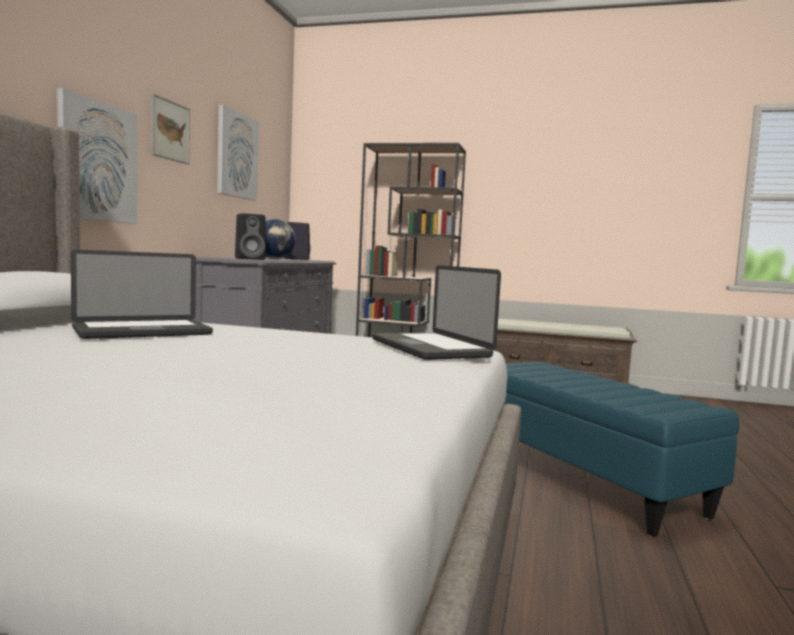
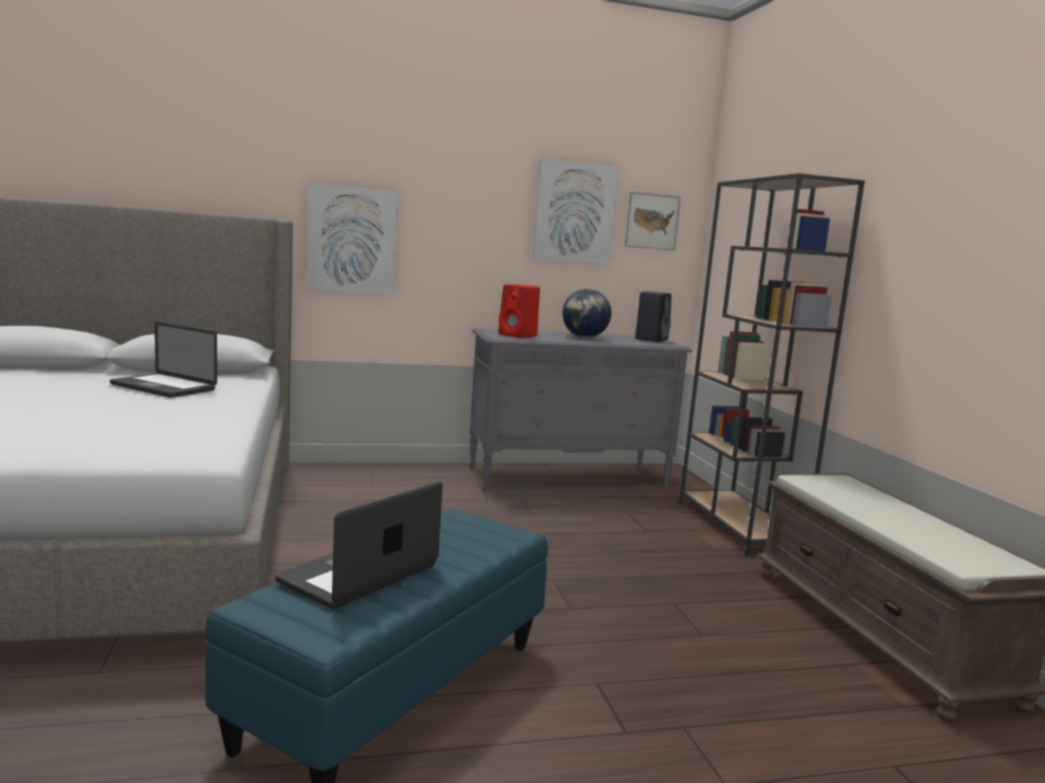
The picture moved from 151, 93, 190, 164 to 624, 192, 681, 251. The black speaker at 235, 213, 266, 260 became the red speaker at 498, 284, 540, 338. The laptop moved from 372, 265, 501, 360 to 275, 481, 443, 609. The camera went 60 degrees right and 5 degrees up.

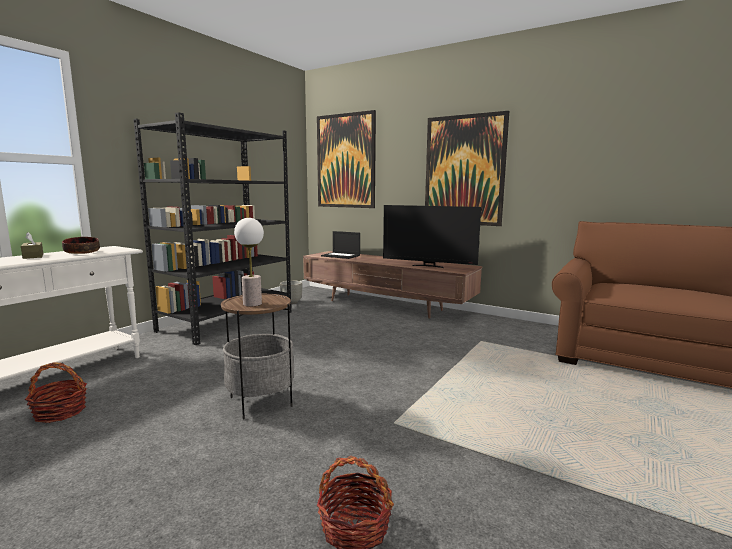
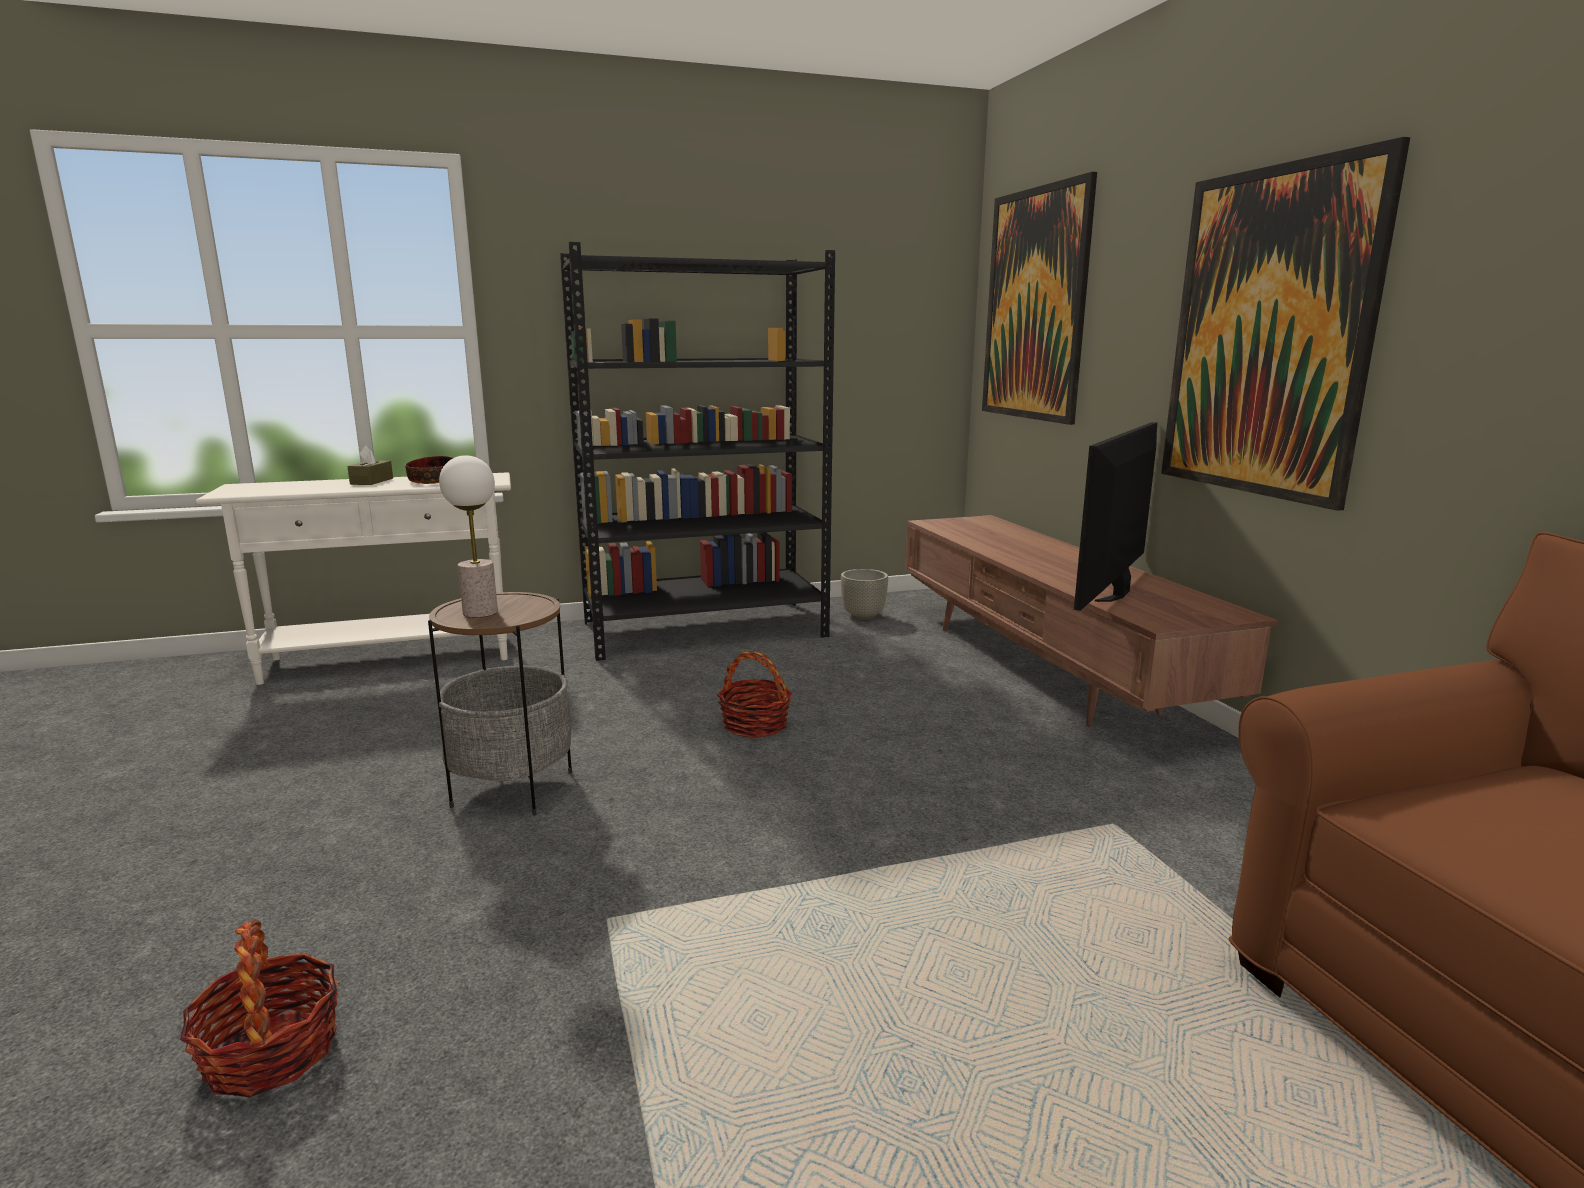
The television at 383, 205, 481, 268 turned 60 degrees clockwise. The laptop at 321, 231, 360, 259 disappeared. The basket moved from 25, 362, 87, 423 to 717, 651, 792, 738. The camera went 40 degrees right and 5 degrees up.

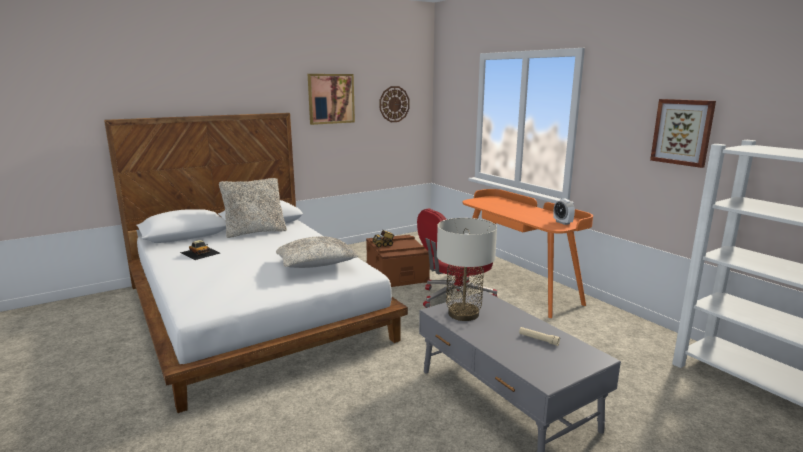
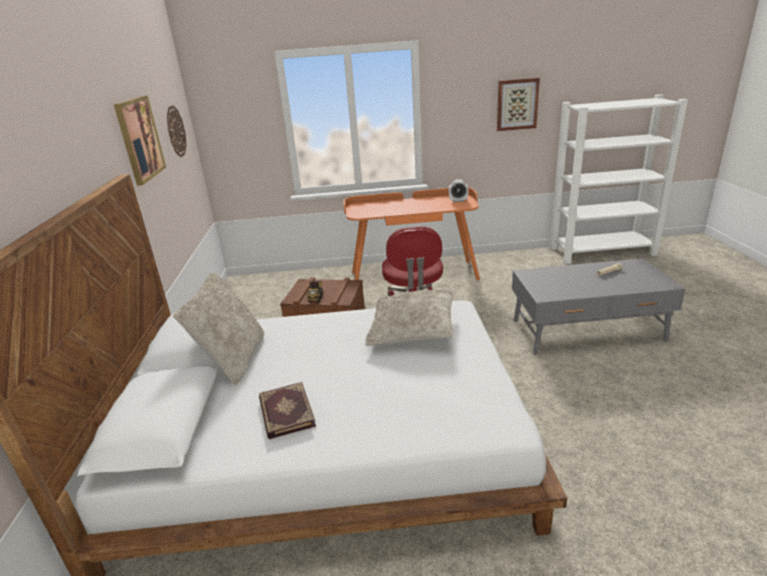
The table lamp at 437, 218, 497, 321 disappeared. The toy car at 180, 240, 220, 260 was replaced by the book at 259, 382, 316, 439. The camera went 60 degrees left and 10 degrees up.

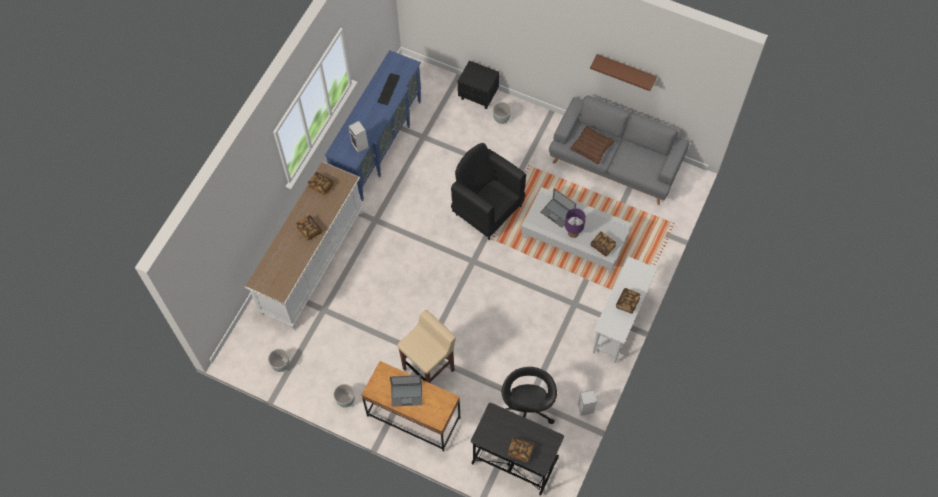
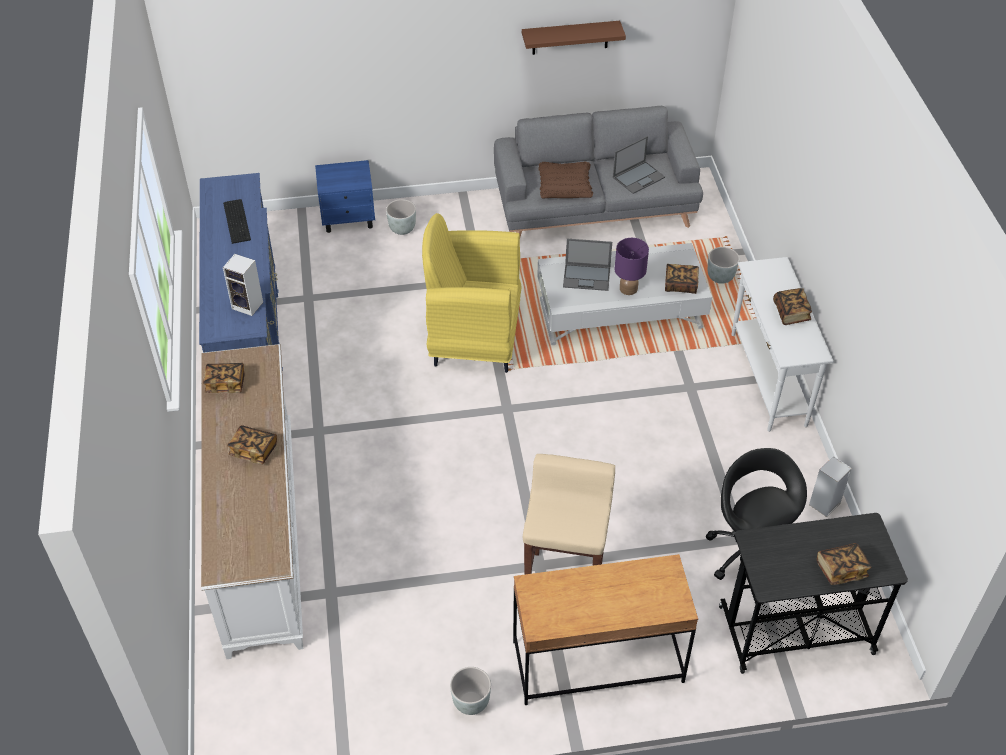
The black nightstand at 458, 60, 499, 109 became the blue nightstand at 315, 160, 375, 233. The black armchair at 451, 143, 526, 240 became the yellow armchair at 422, 213, 522, 373. The grey planter moved from 268, 349, 290, 372 to 708, 247, 740, 284. The laptop moved from 390, 375, 423, 407 to 613, 136, 665, 194. The camera went 35 degrees left and 15 degrees down.

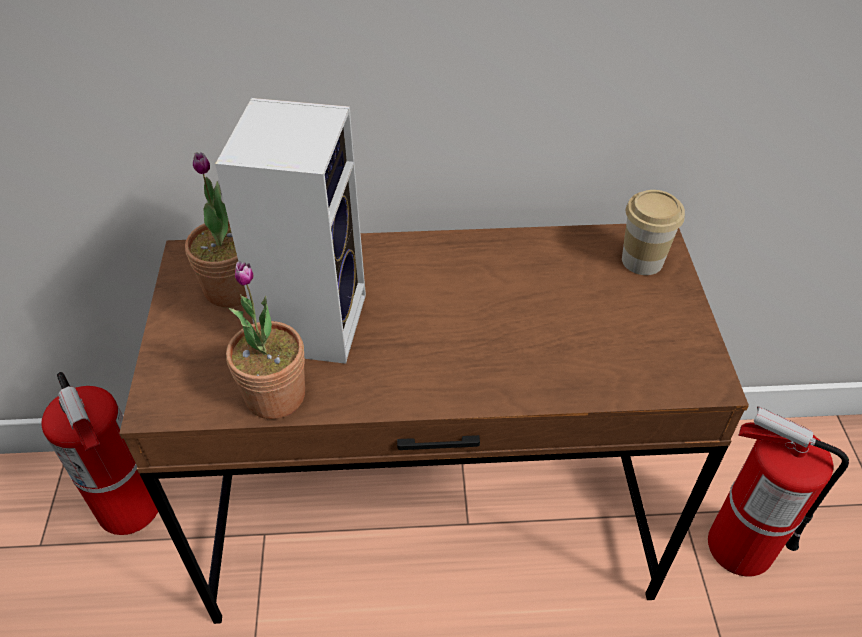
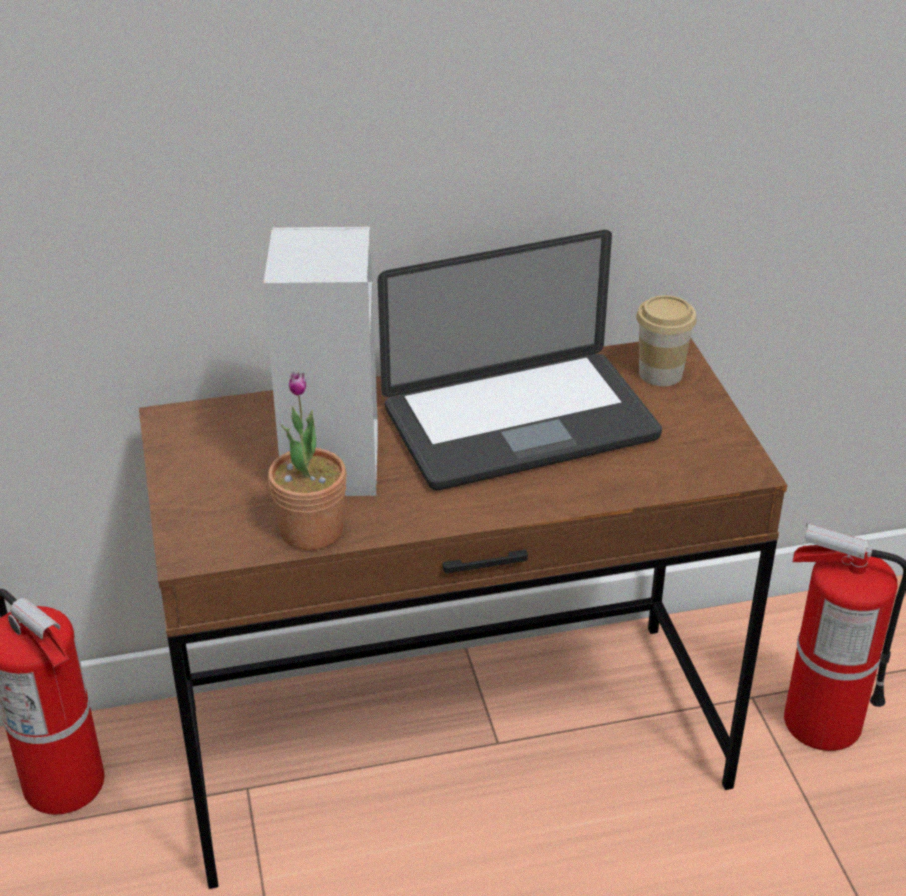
The potted plant at 185, 152, 247, 307 disappeared. The laptop at 378, 230, 662, 490 appeared. The camera went 10 degrees left and 10 degrees down.

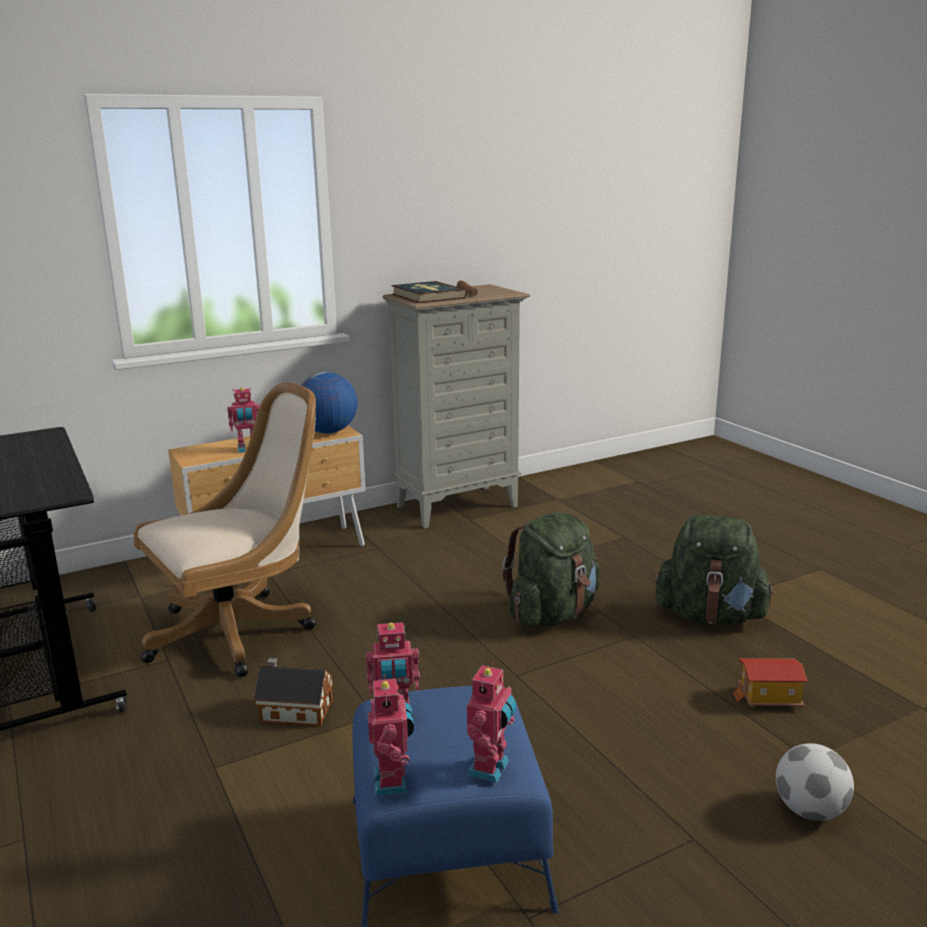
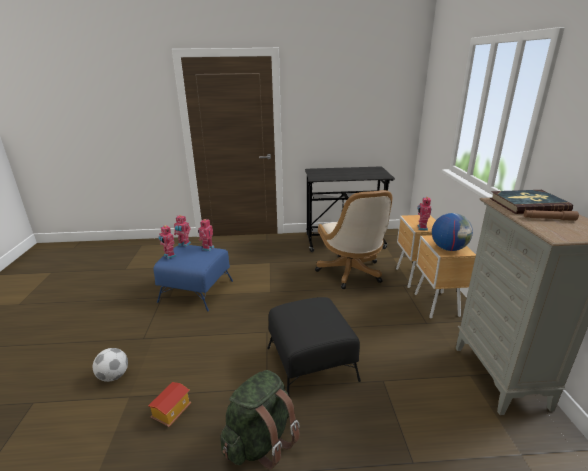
The green backpack at 502, 512, 599, 627 was replaced by the black ottoman at 267, 297, 361, 397. The toy house at 253, 658, 333, 726 disappeared. The camera went 115 degrees right and 5 degrees up.

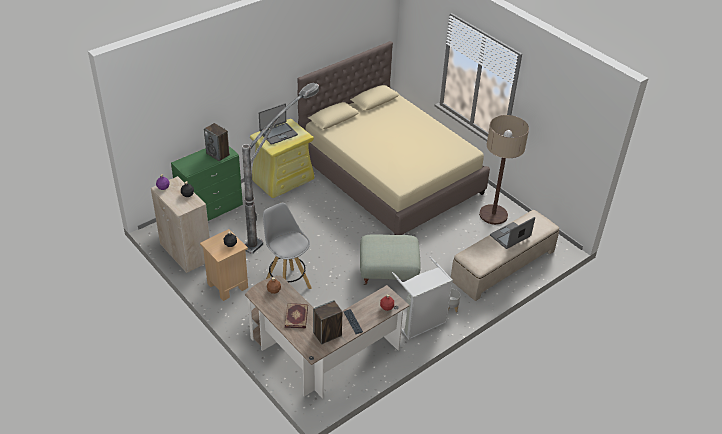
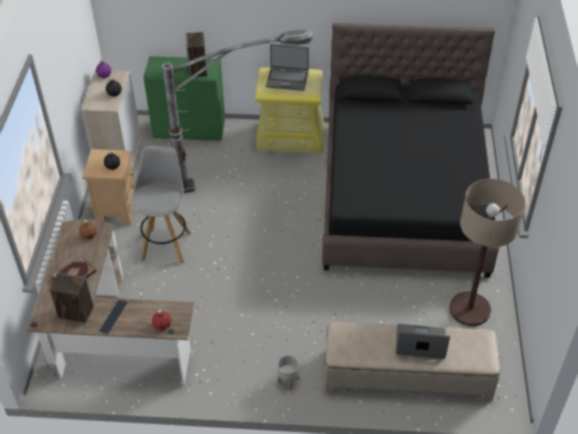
The beige bed at 297, 41, 490, 235 became the black bed at 322, 23, 500, 278. The grey ottoman at 360, 234, 421, 285 disappeared. The grey laundry basket at 392, 256, 453, 340 disappeared. The camera went 45 degrees right and 5 degrees up.

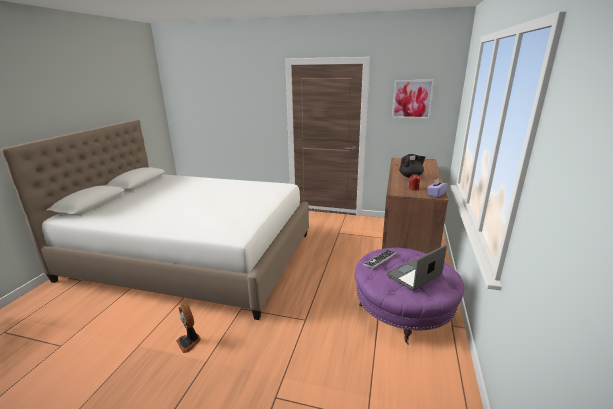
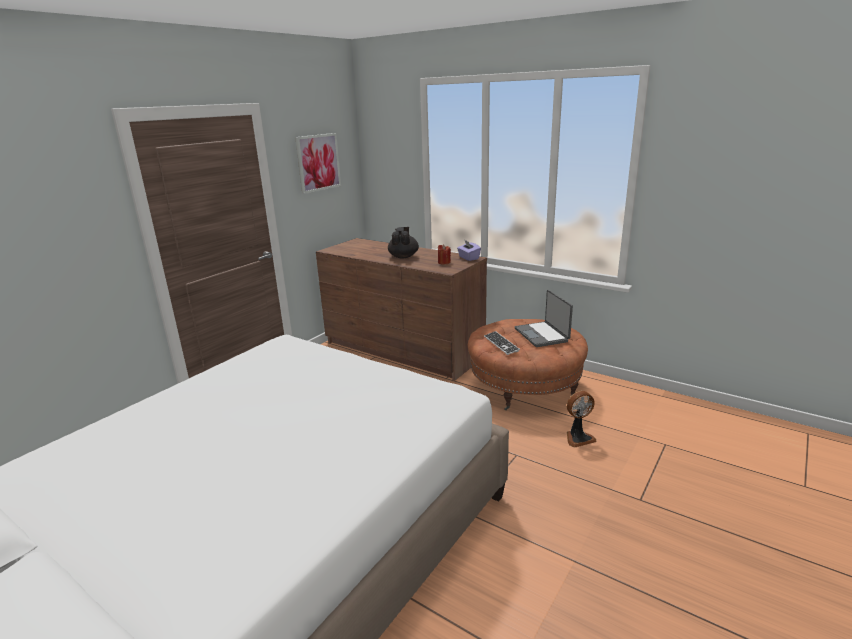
The purple ottoman at 355, 248, 464, 345 became the brown ottoman at 468, 319, 588, 410. The fan moved from 176, 305, 201, 353 to 567, 391, 596, 448. The camera went 70 degrees left and 0 degrees up.

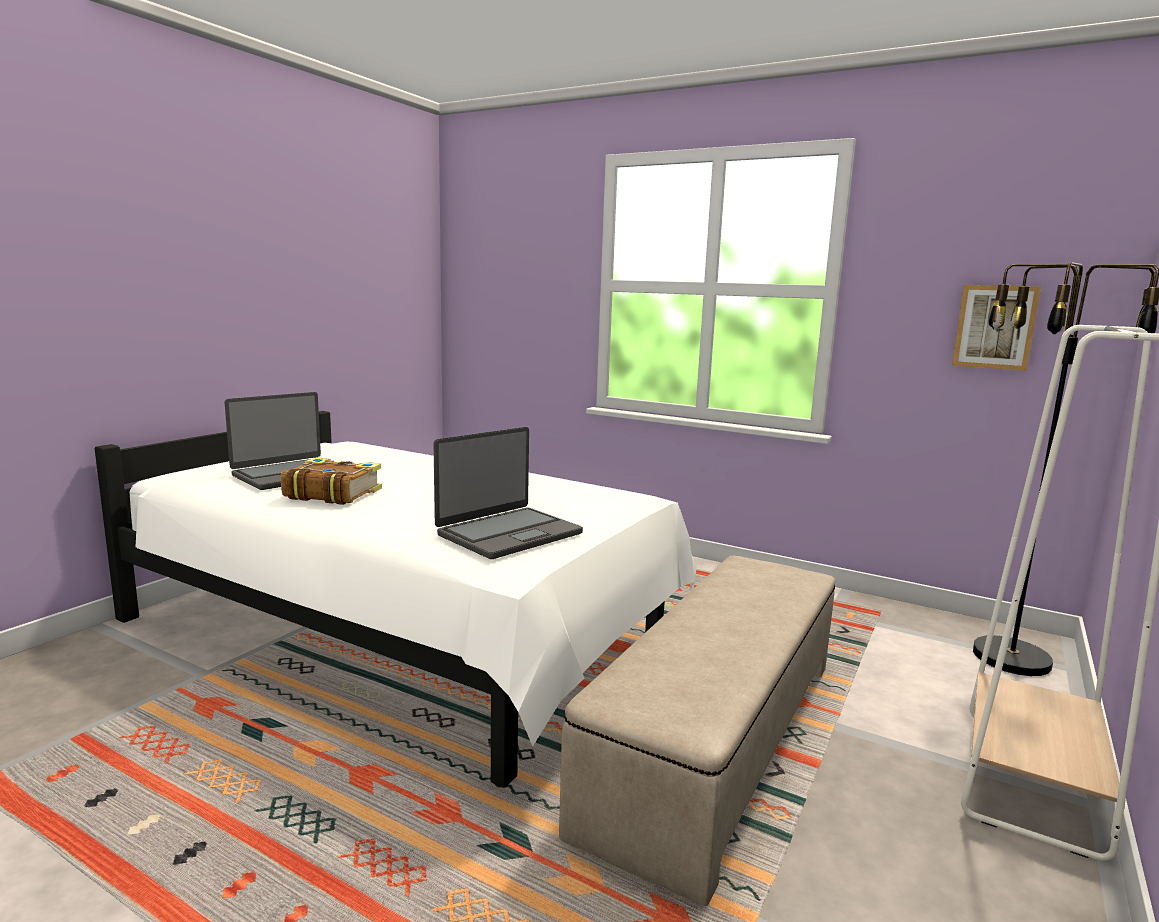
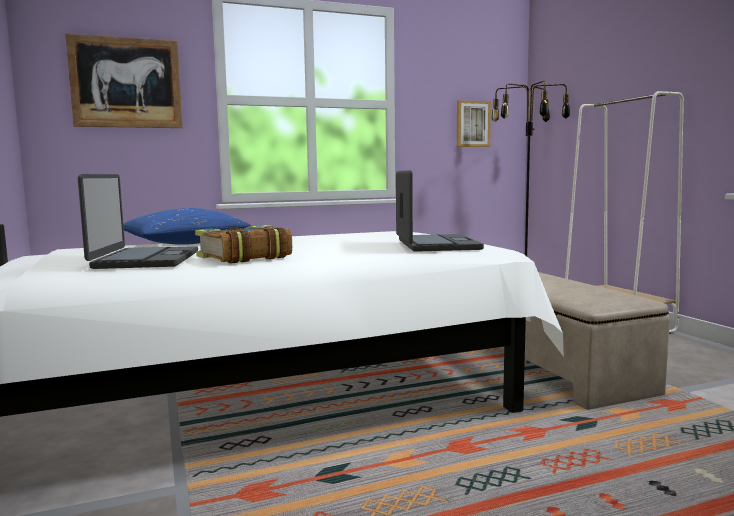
The picture at 66, 34, 183, 128 appeared. The blue pillow at 123, 208, 251, 245 appeared. The camera went 50 degrees left and 5 degrees down.

